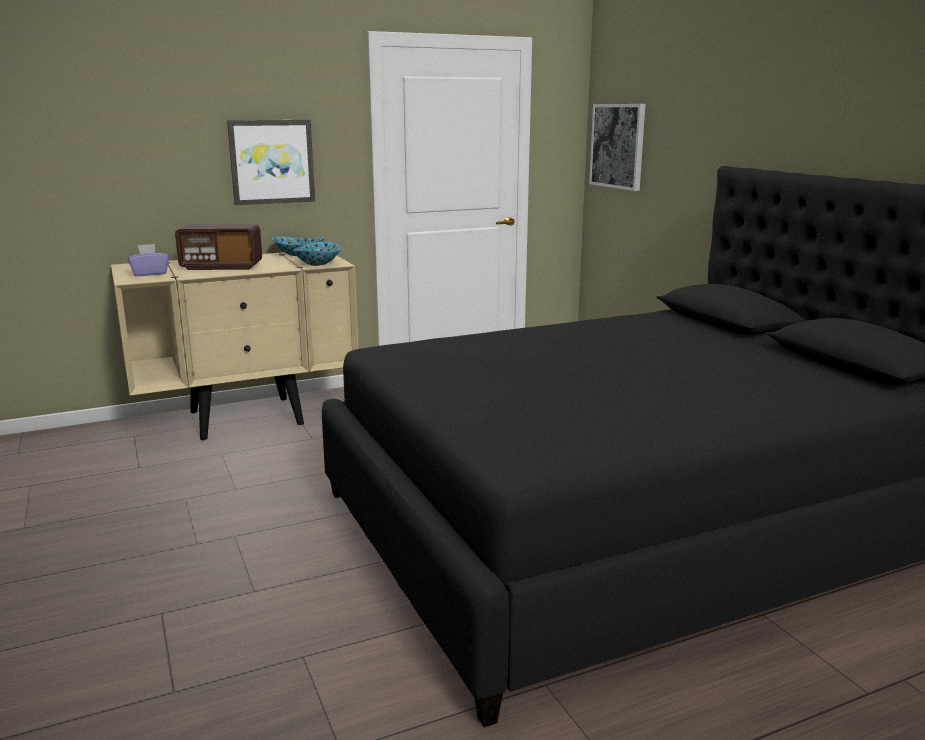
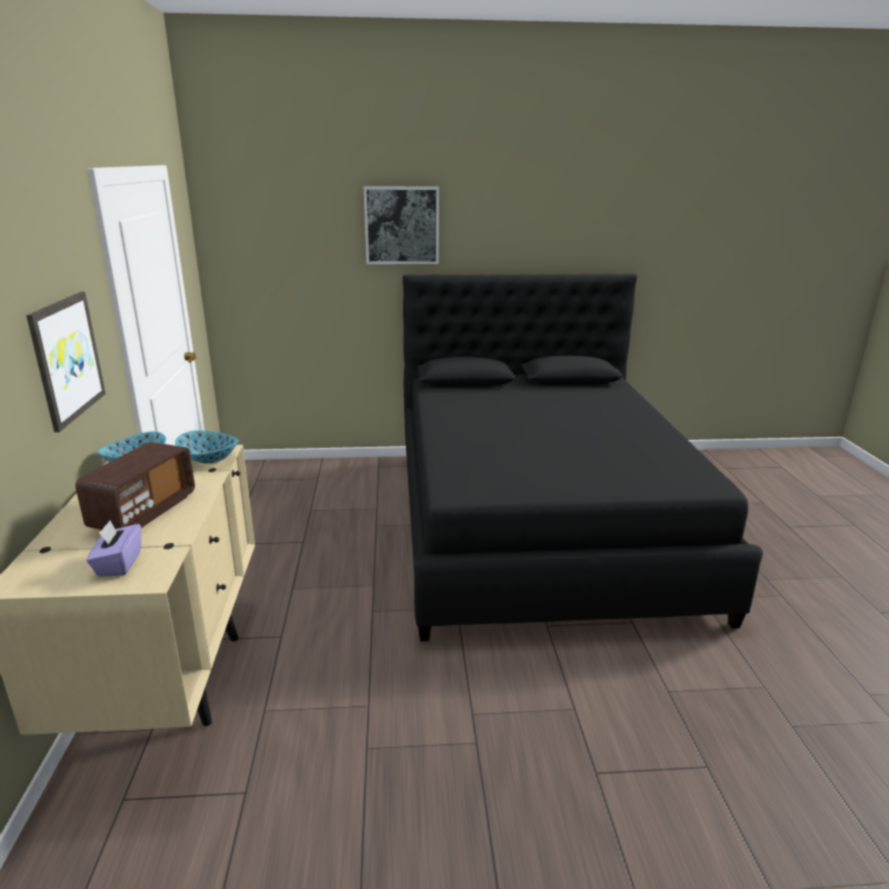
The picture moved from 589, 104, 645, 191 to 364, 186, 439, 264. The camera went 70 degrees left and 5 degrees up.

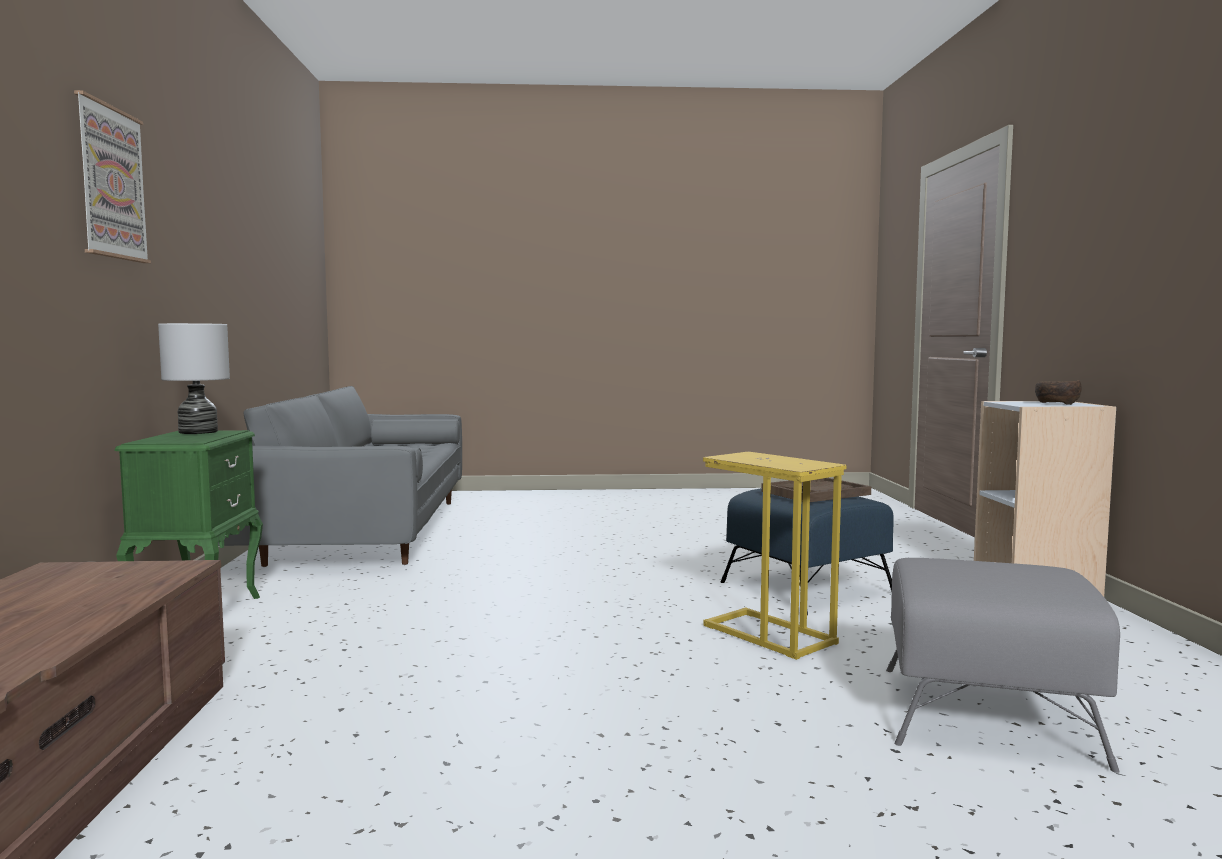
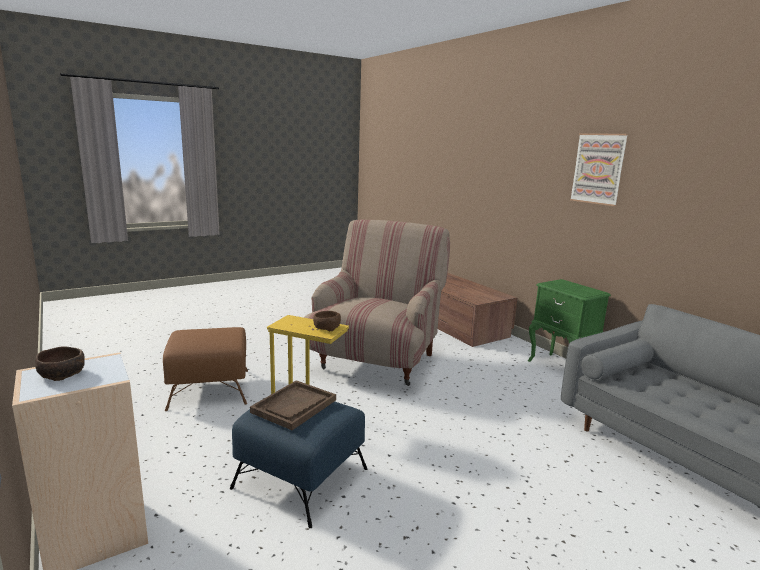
The grey table lamp at 158, 323, 230, 434 disappeared. The grey ottoman at 886, 558, 1120, 773 became the brown ottoman at 163, 327, 248, 411. The beige armchair at 304, 220, 450, 386 appeared. The brown bowl at 313, 311, 341, 331 appeared. The camera went 150 degrees right and 10 degrees up.

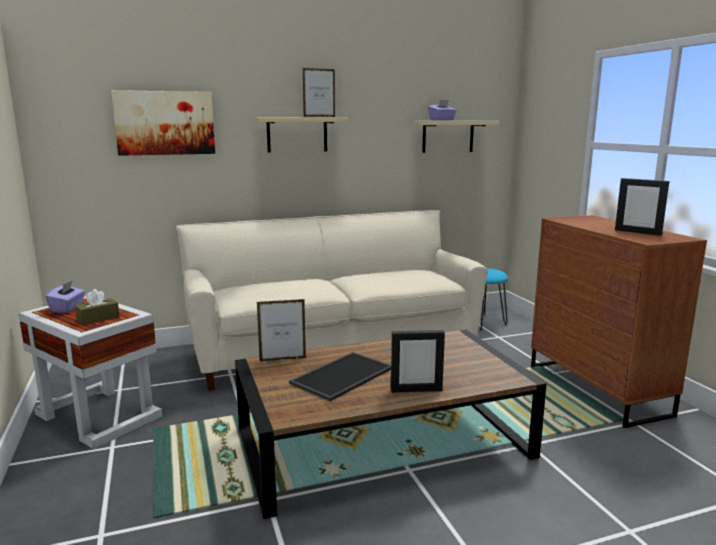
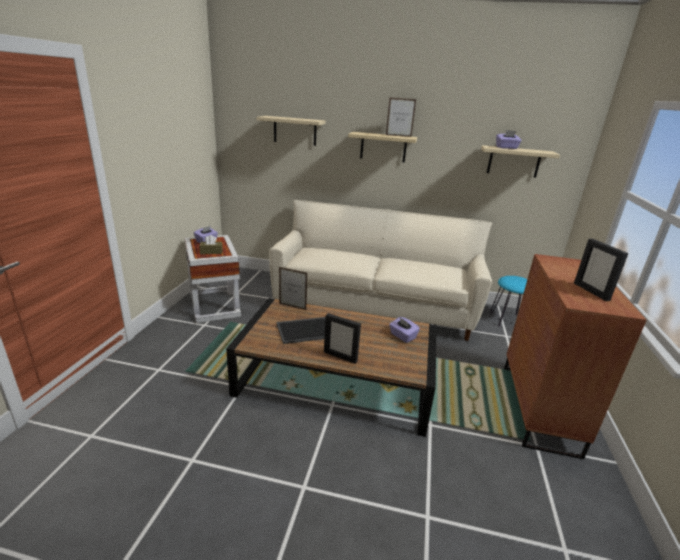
The picture at 111, 90, 215, 156 was replaced by the beige shelf at 257, 116, 326, 146. The purple tissue box at 389, 317, 420, 343 appeared. The camera went 30 degrees right and 10 degrees up.

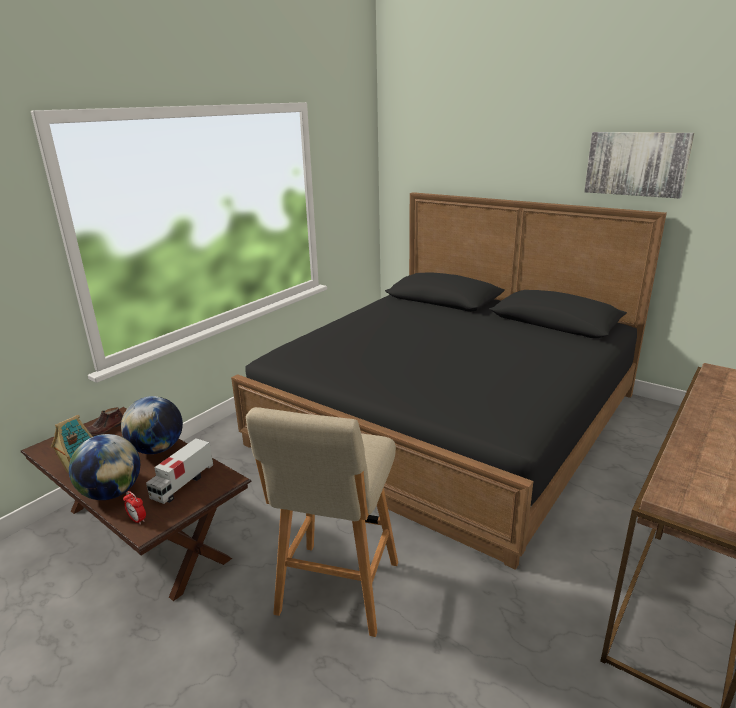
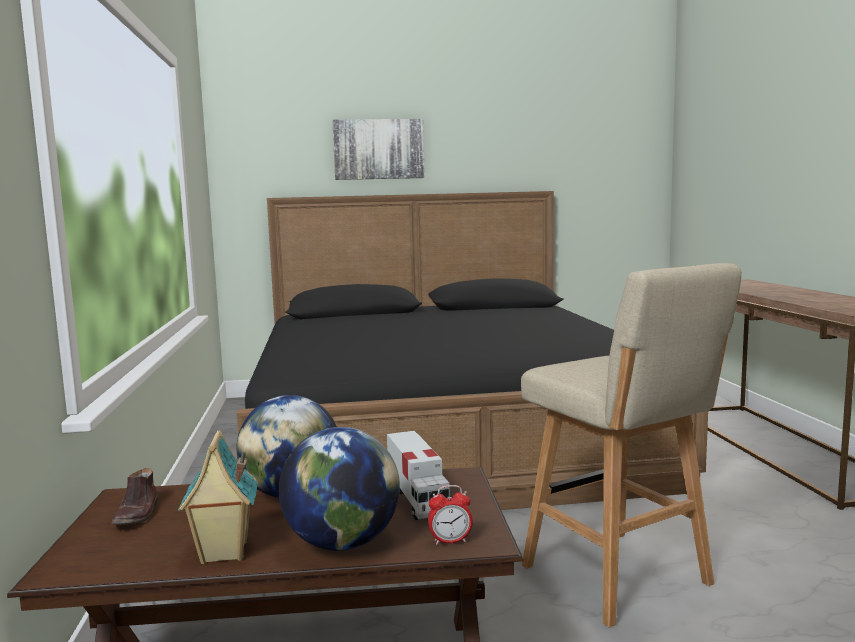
The picture moved from 584, 132, 694, 199 to 332, 119, 425, 180. The camera went 45 degrees left and 15 degrees down.

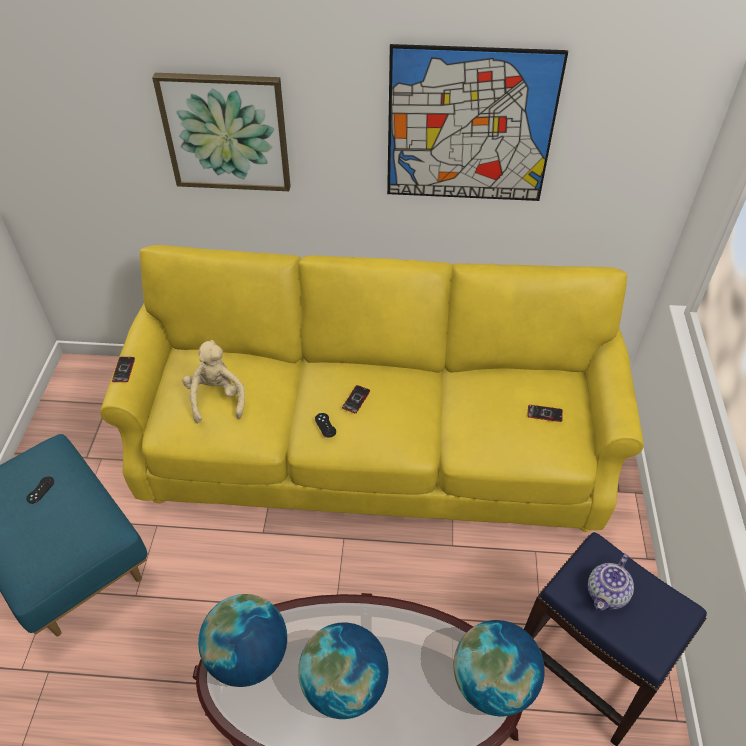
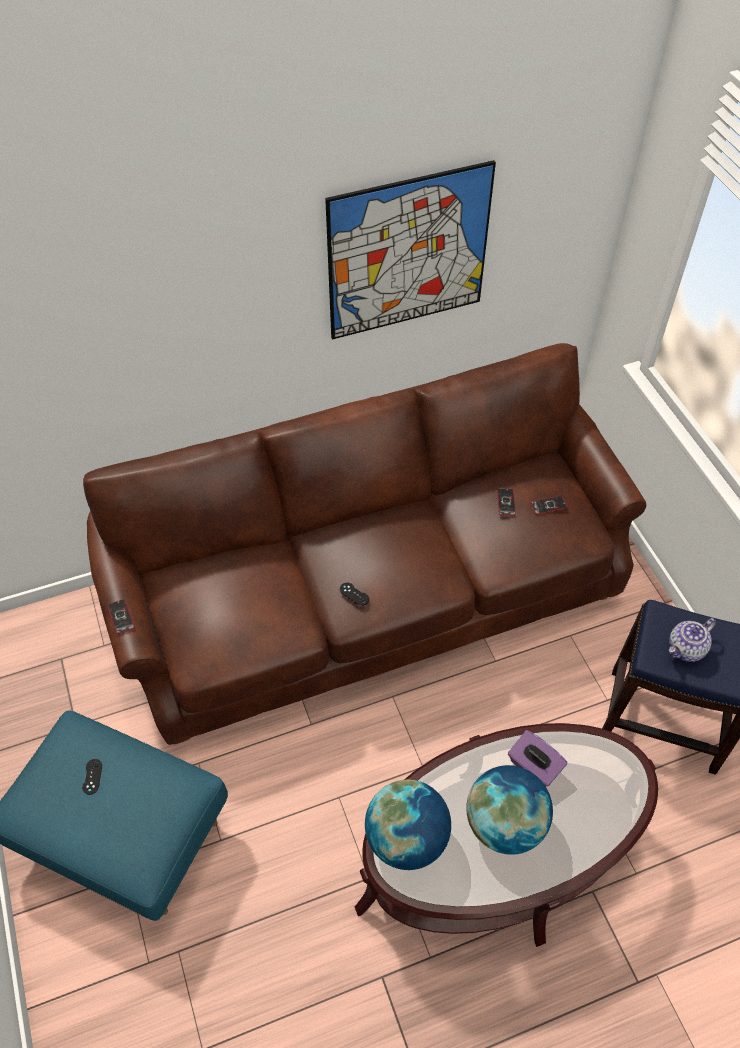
The picture at 152, 73, 291, 191 disappeared. The yellow sofa at 100, 245, 644, 532 became the brown sofa at 83, 343, 646, 745. The beige plush toy at 182, 340, 245, 423 disappeared. The phone moved from 342, 385, 370, 413 to 497, 489, 516, 516. The teapot at 588, 554, 634, 611 turned 45 degrees clockwise. The globe at 453, 620, 545, 716 disappeared. The purple tissue box at 508, 730, 567, 787 appeared. The camera went 25 degrees left and 5 degrees up.

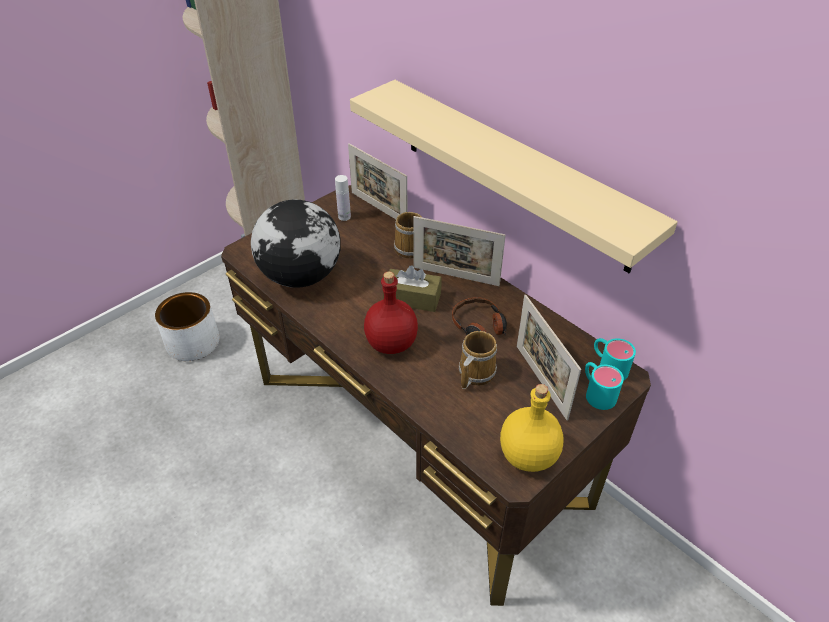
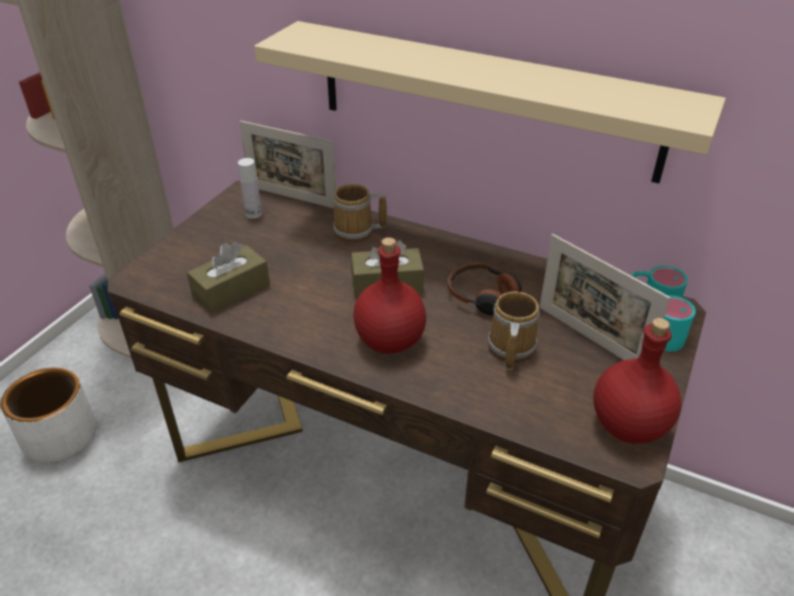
The globe at 251, 199, 341, 288 was replaced by the brown tissue box at 187, 241, 270, 313. The picture frame at 414, 216, 506, 286 disappeared. The yellow bottle at 500, 384, 563, 472 became the red bottle at 593, 318, 681, 443. The camera went 20 degrees left and 5 degrees down.

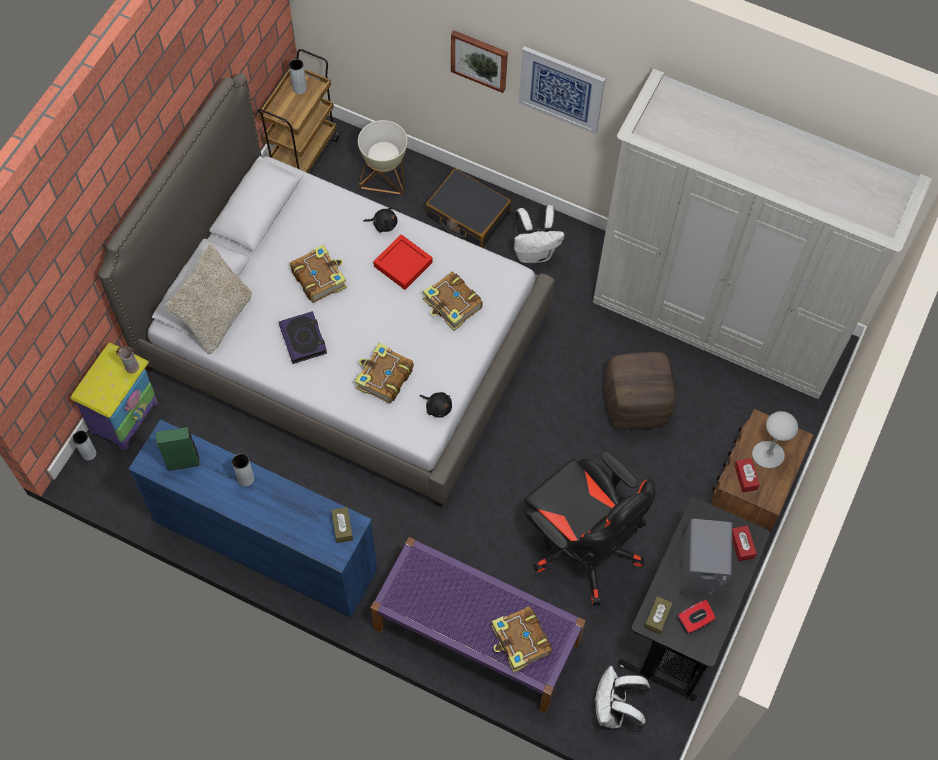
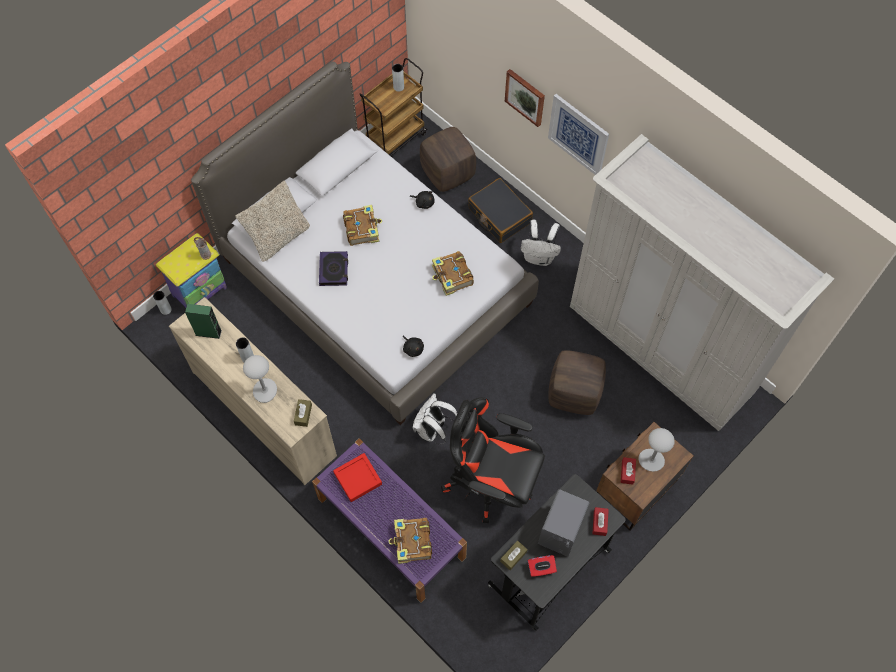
The planter at 358, 120, 408, 194 was replaced by the brown ottoman at 420, 127, 476, 192. The red tray moved from 373, 234, 433, 290 to 333, 453, 382, 502. The book at 355, 343, 414, 404 disappeared. The blue dresser at 128, 419, 377, 618 became the beige dresser at 169, 297, 337, 485. The black office chair at 523, 452, 656, 605 turned 135 degrees clockwise. The white backpack moved from 594, 666, 650, 729 to 413, 393, 457, 445. The grey table lamp at 243, 355, 277, 403 appeared. The camera went 20 degrees right and 0 degrees up.

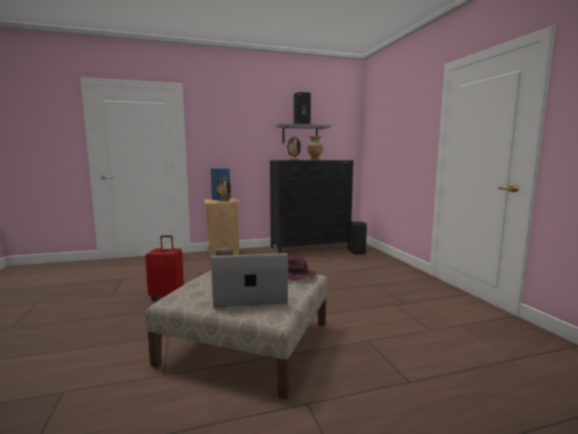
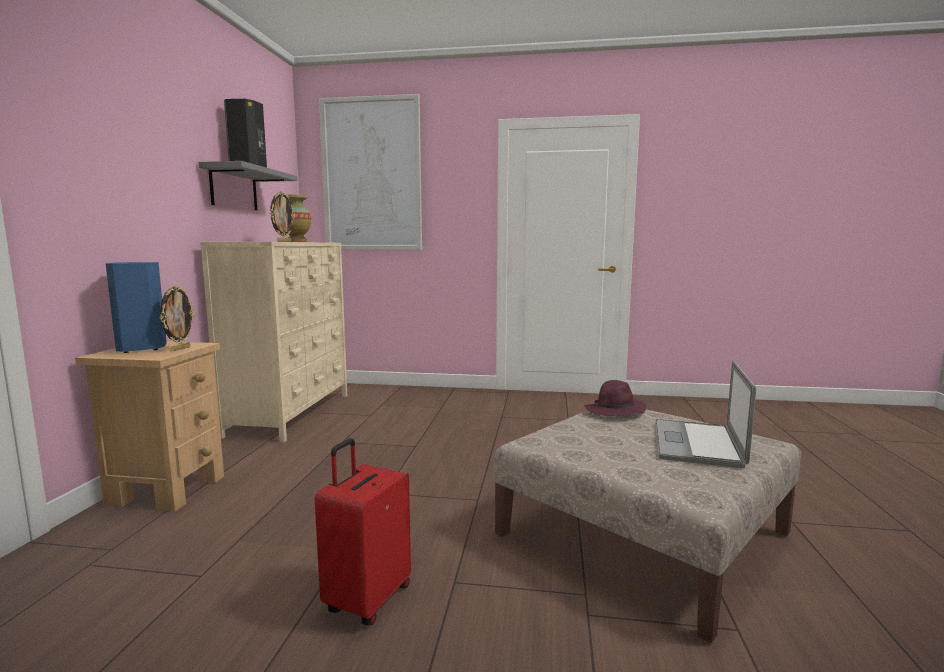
The black dresser at 270, 160, 353, 254 became the beige dresser at 200, 242, 347, 442. The black speaker at 349, 222, 367, 255 disappeared. The picture at 319, 94, 422, 250 appeared. The camera went 65 degrees left and 0 degrees up.

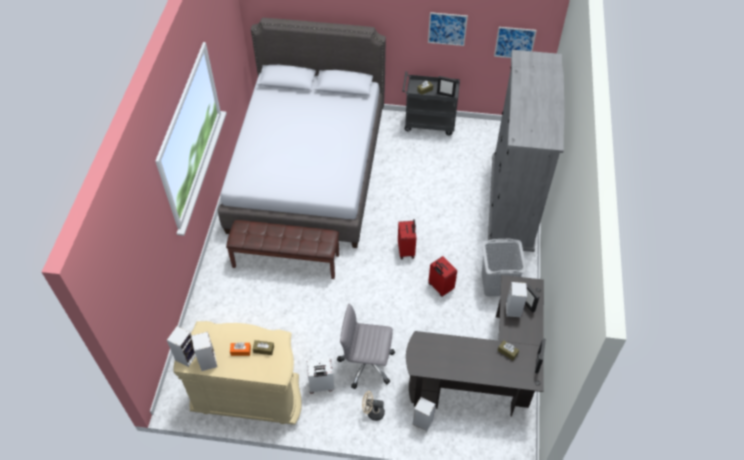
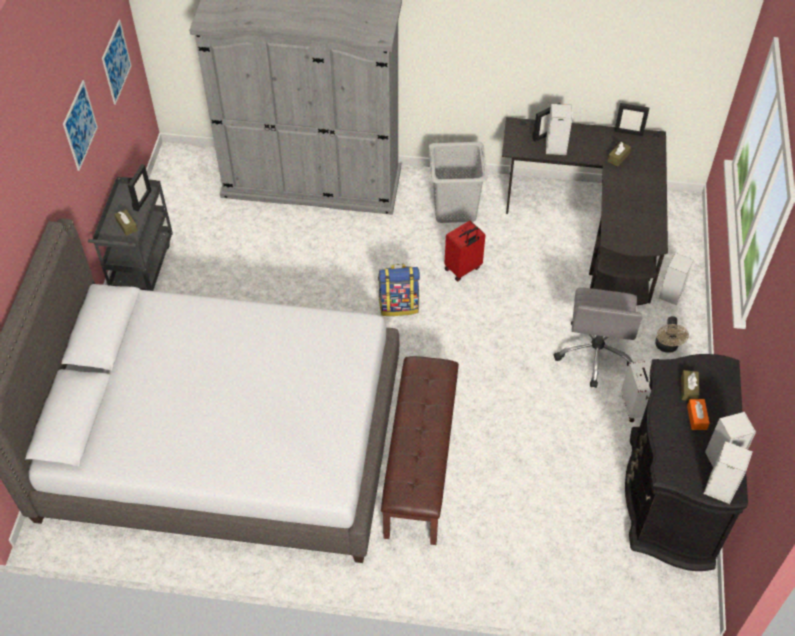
The red suitcase at 398, 219, 416, 259 was replaced by the backpack at 378, 264, 420, 316. The beige dresser at 173, 321, 302, 425 became the black dresser at 625, 354, 748, 571. The camera went 90 degrees left and 0 degrees up.

